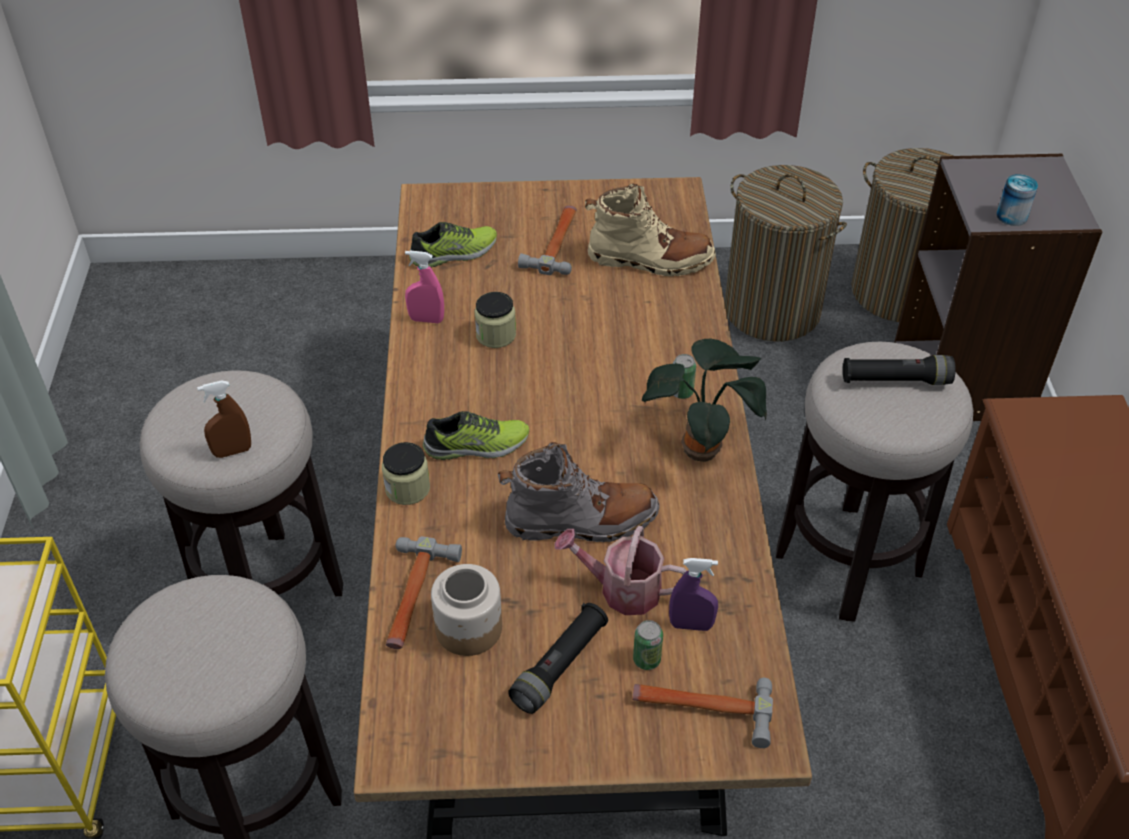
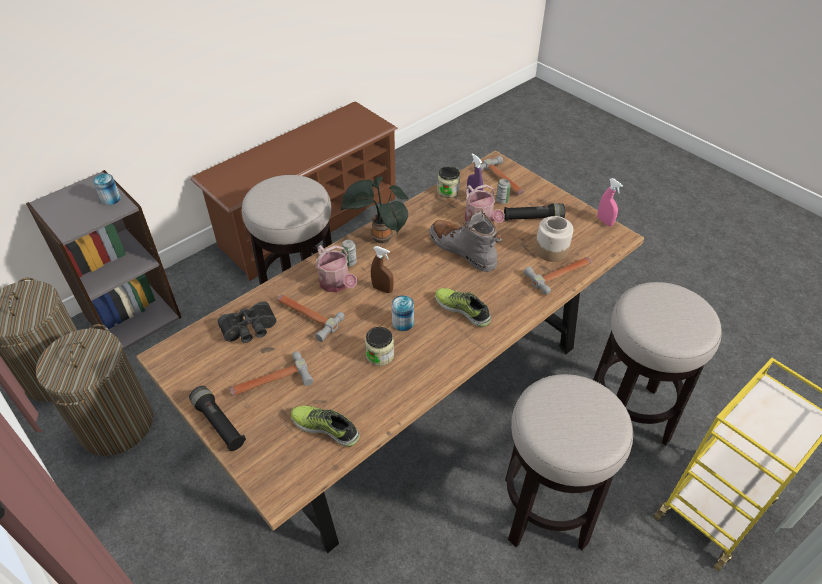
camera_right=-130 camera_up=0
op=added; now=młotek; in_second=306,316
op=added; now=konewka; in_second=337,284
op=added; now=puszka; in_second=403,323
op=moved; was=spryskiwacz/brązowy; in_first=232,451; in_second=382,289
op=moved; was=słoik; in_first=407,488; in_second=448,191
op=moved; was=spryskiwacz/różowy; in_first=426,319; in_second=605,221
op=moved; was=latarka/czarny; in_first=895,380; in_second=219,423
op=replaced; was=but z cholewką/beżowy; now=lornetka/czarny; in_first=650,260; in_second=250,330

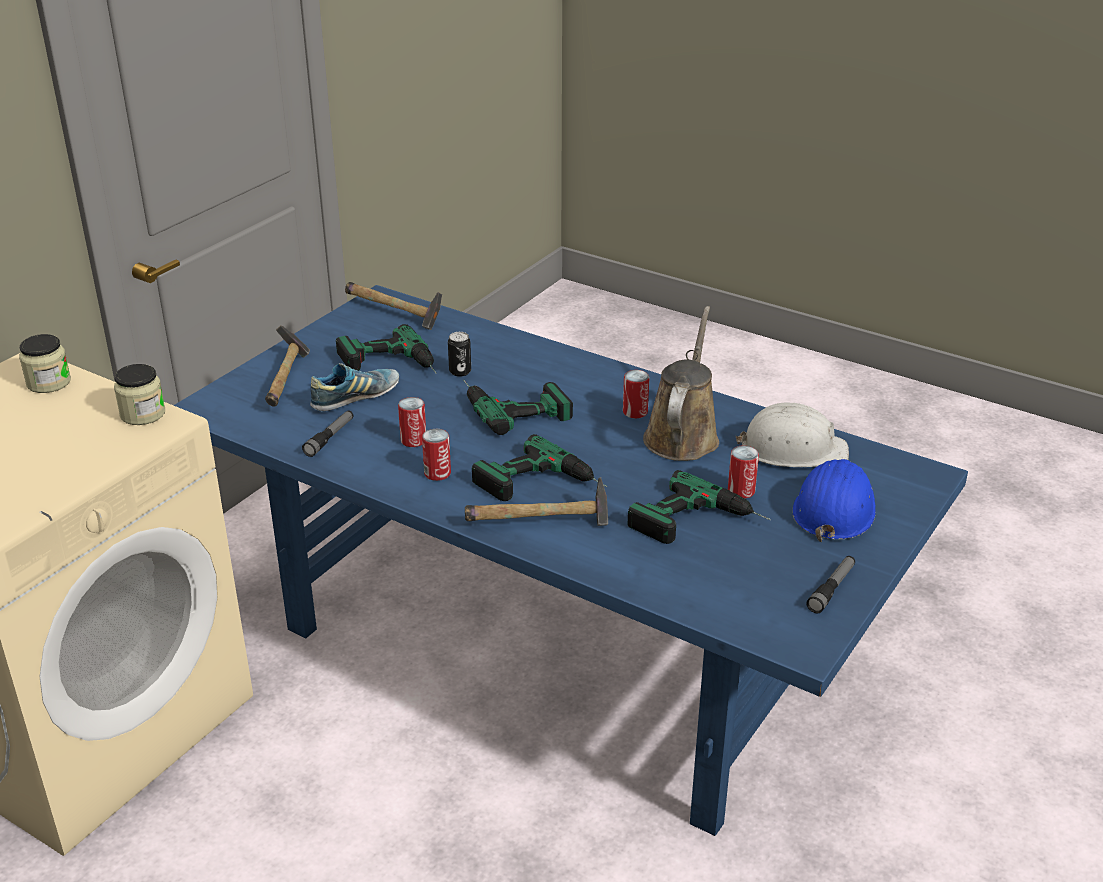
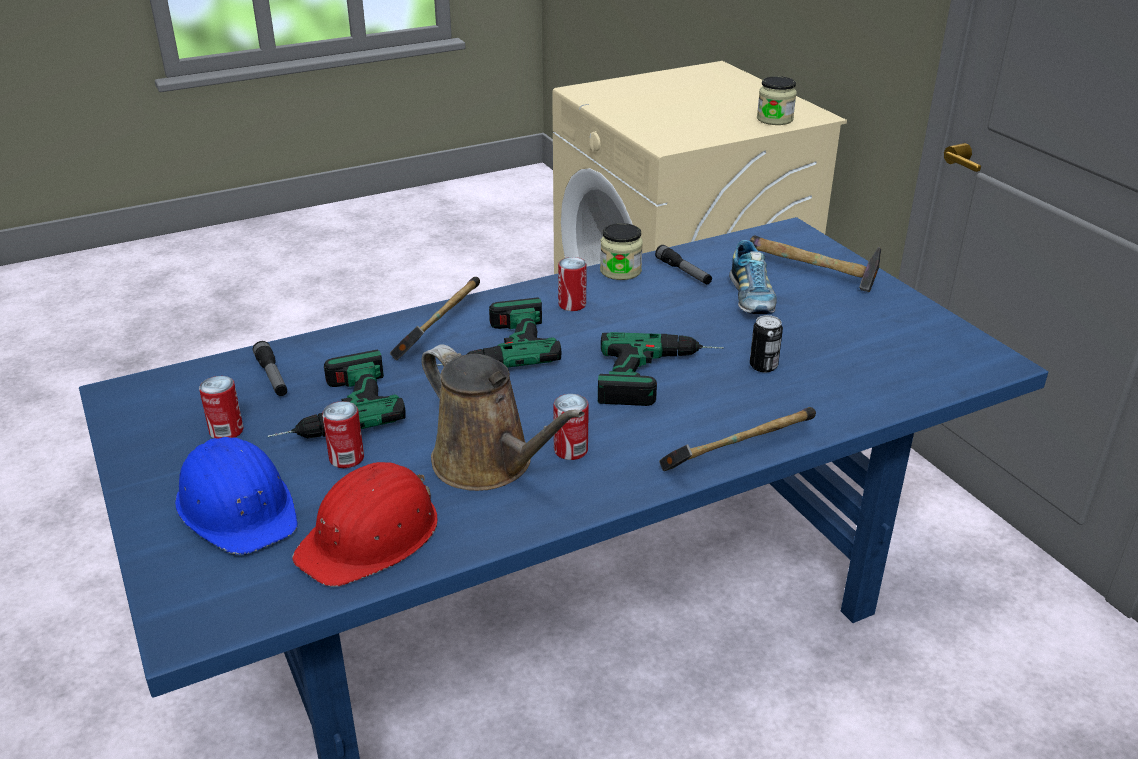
camera_right=120 camera_up=0
op=removed; was=wiertarka; in_first=391,366
op=moved; was=słoik; in_first=143,414; in_second=620,271
op=moved; was=młotek; in_first=394,314; in_second=735,454
op=moved; was=puszka; in_first=413,440; in_second=226,431
op=moved; was=latarka; in_first=831,589; in_second=272,376
op=recoloured; was=kask/biały; now=kask/czerwony; in_first=792,449; in_second=371,536

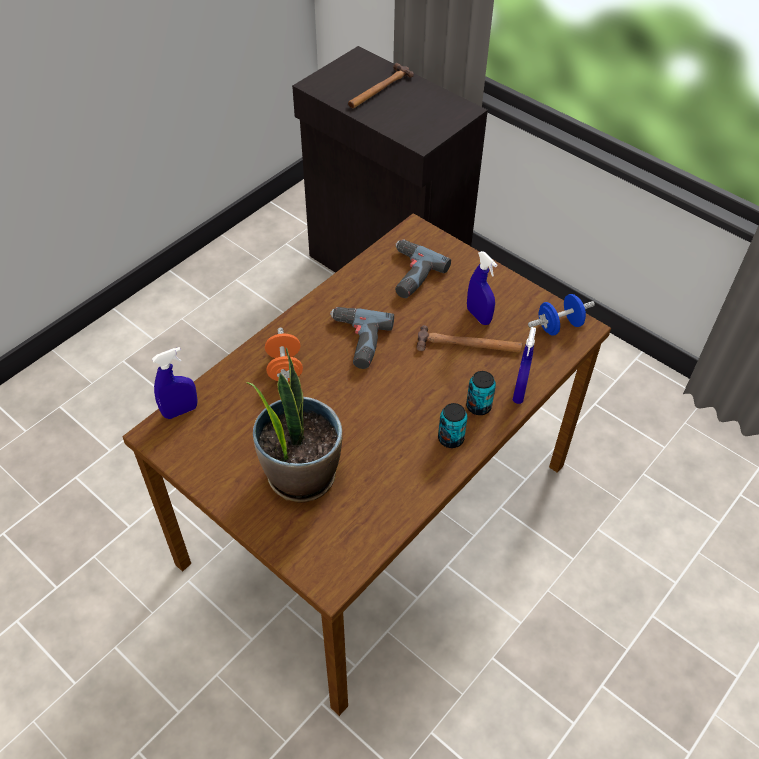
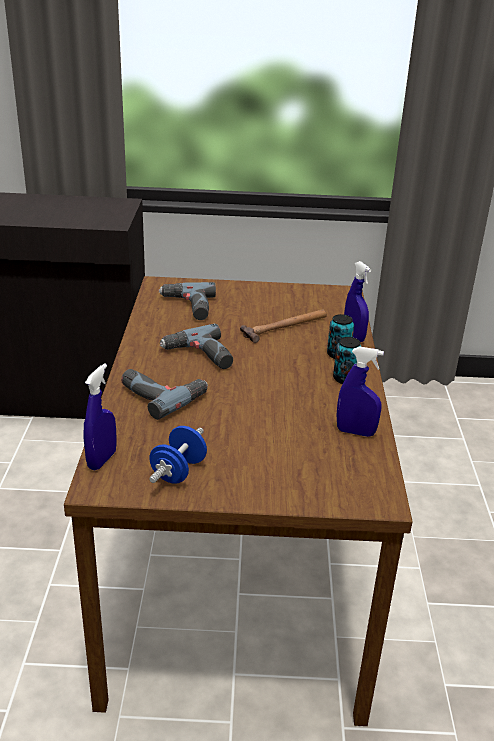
camera_right=-40 camera_up=-20
op=removed; was=roślina doniczkowa; in_first=301,474
op=removed; was=młotek; in_first=379,89
op=moved; was=spryskiwacz/niebieski; in_first=478,316; in_second=355,432
op=moved; was=hantel/niebieski; in_first=559,326; in_second=178,471
op=replaced; was=hantel/pomarańczowy; now=wiertarka; in_first=285,369; in_second=162,394

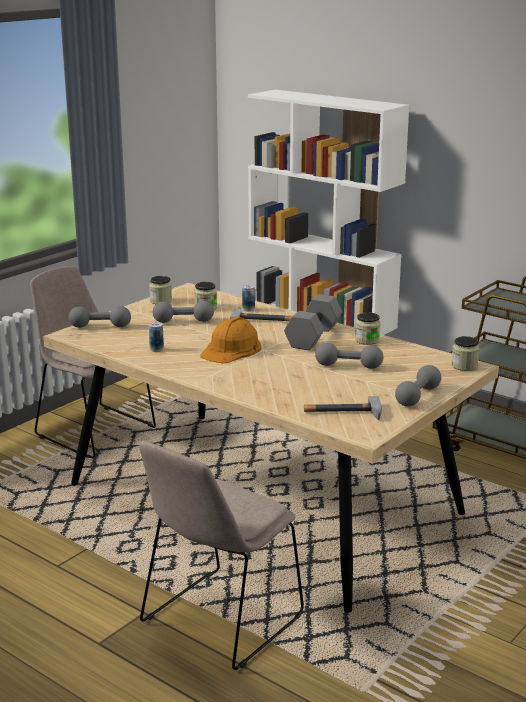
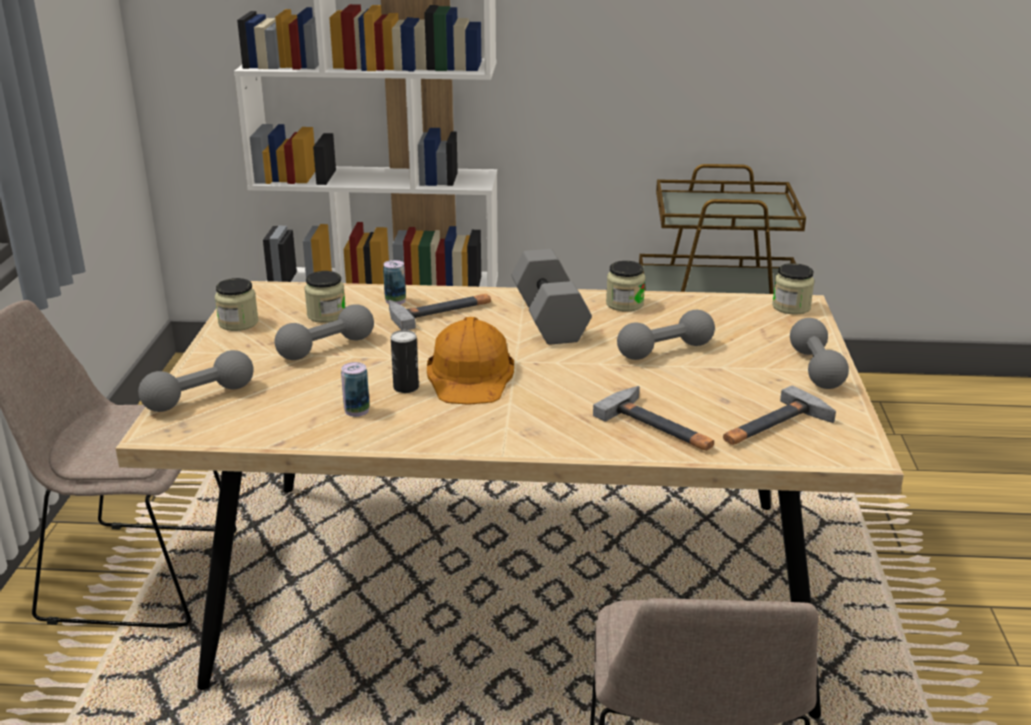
camera_right=-35 camera_up=5
op=added; now=puszka; in_second=406,387
op=added; now=młotek; in_second=660,426

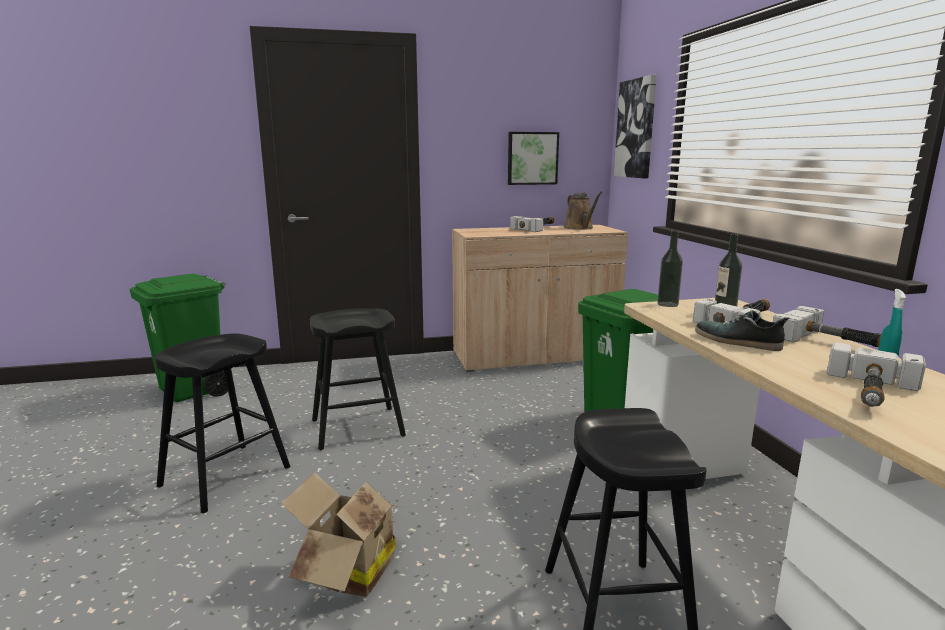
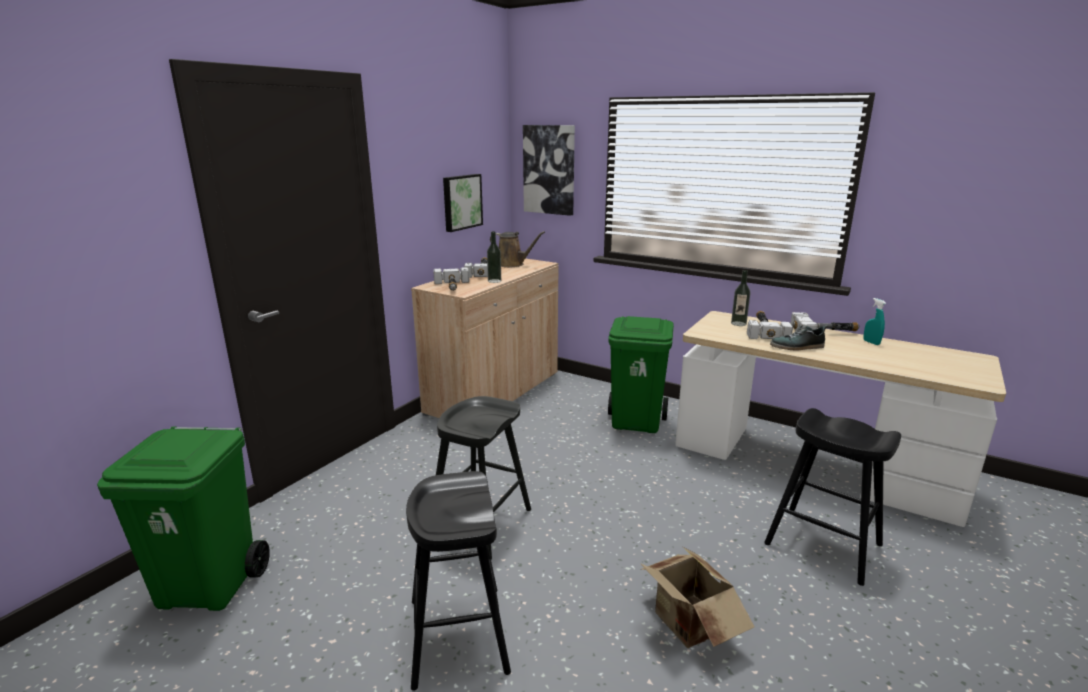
camera_right=-45 camera_up=5
op=moved; was=butelka; in_first=667,304; in_second=494,281
op=moved; was=młotek; in_first=870,392; in_second=452,286

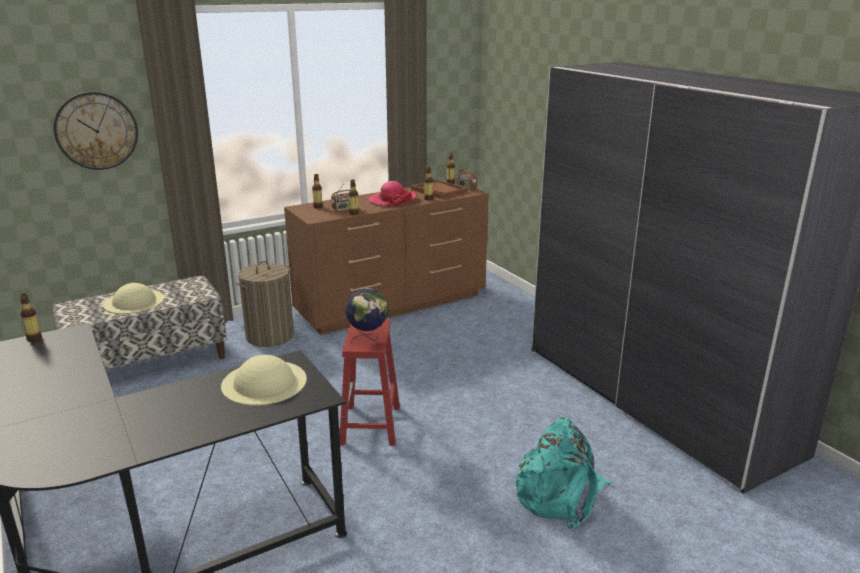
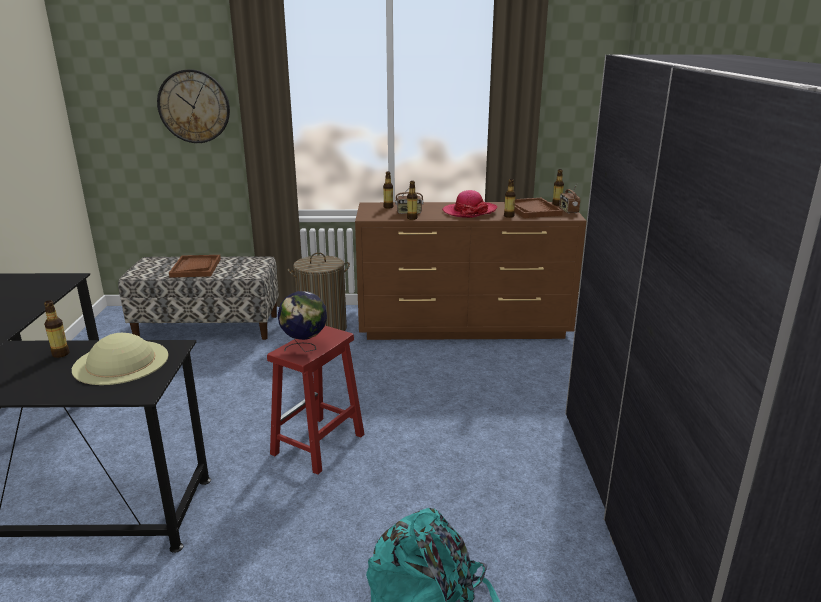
camera_right=30 camera_up=0
op=moved; was=butelka; in_first=34,339; in_second=61,354
op=replaced; was=kapelusz/beżowy; now=taca/brązowy; in_first=134,301; in_second=195,268

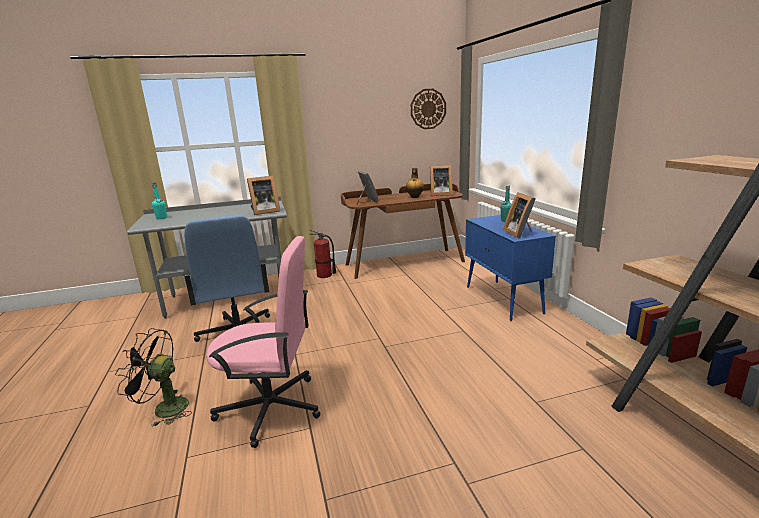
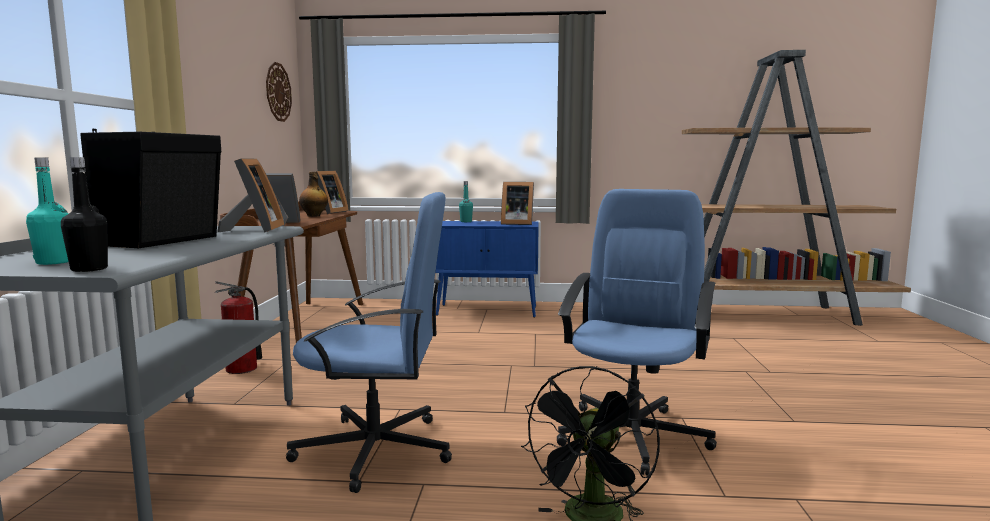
camera_right=-70 camera_up=-10
op=added; now=butelka/czarny; in_second=89,269
op=added; now=głośnik/czarny; in_second=164,240
op=recoloured; was=krzesło biurowe/różowy; now=krzesło biurowe/niebieski; in_first=272,408; in_second=633,435

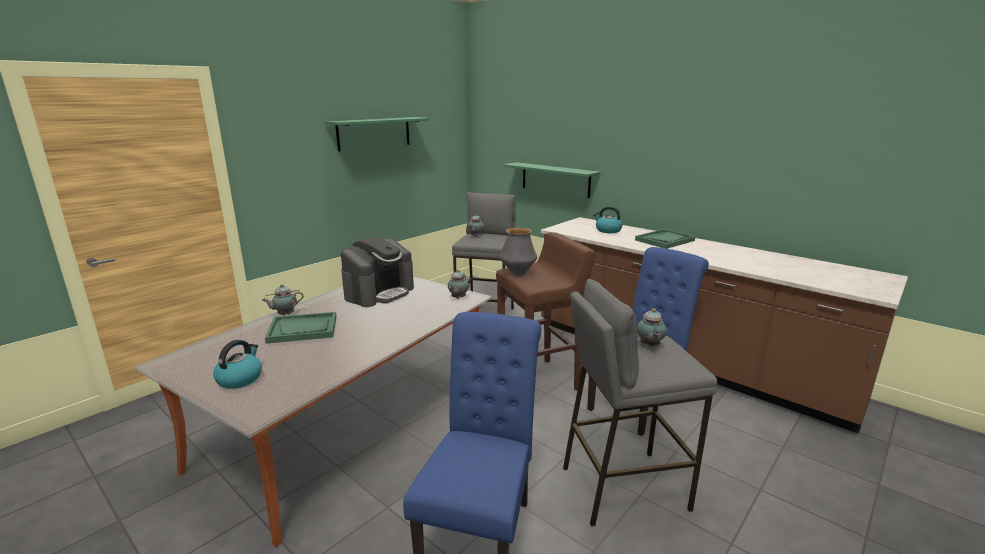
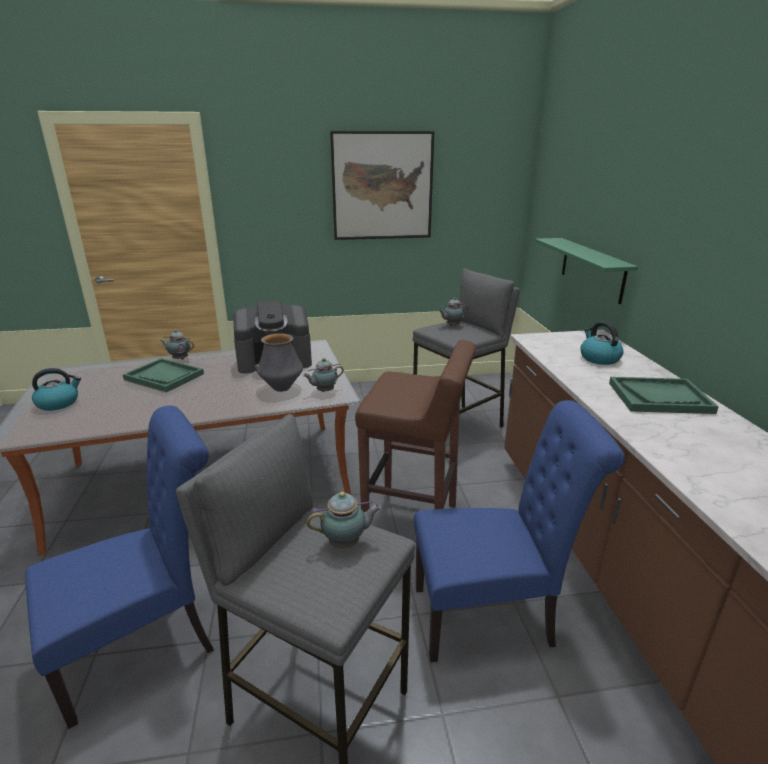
camera_right=40 camera_up=5
op=moved; was=wazon; in_first=518,273; in_second=281,388
op=replaced; was=półka/zielony; now=obraz; in_first=374,133; in_second=382,186
op=turned; was=imbryk; in_first=649,346; in_second=346,543; clockwise=-150

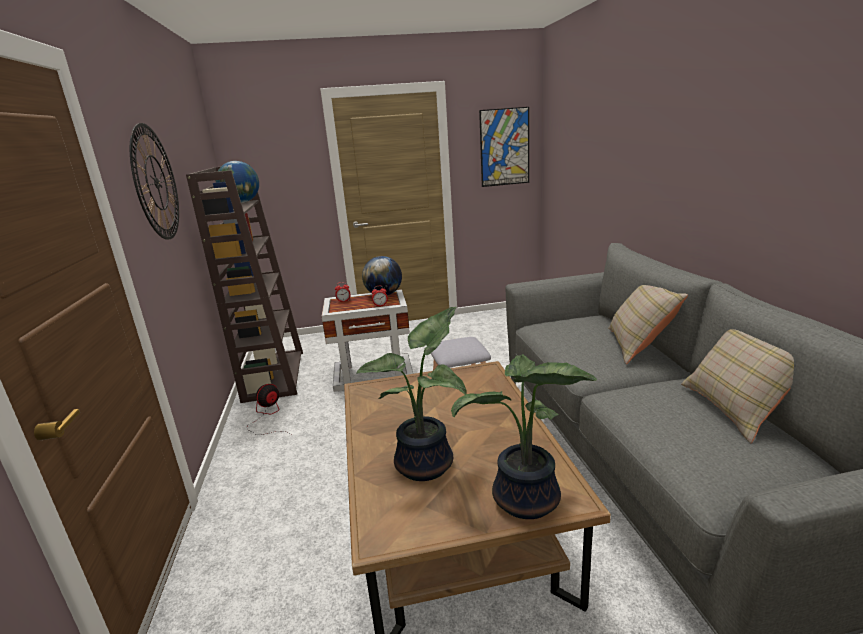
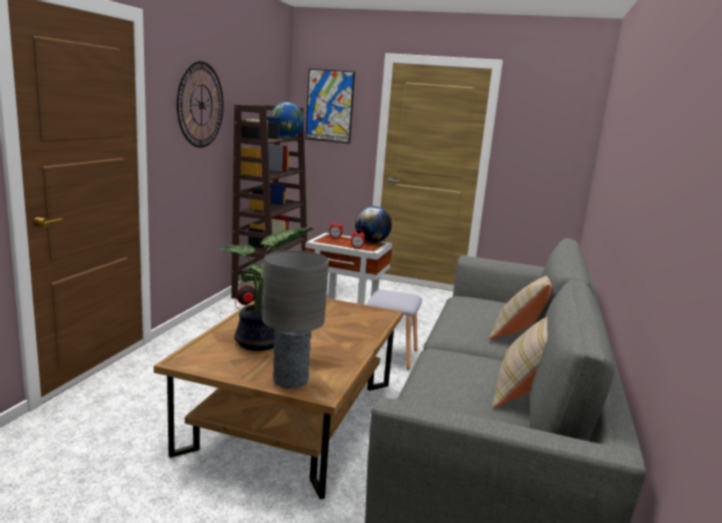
camera_right=25 camera_up=-5
op=moved; was=obraz; in_first=504,147; in_second=329,106
op=replaced; was=roślina doniczkowa; now=lampa stołowa/szary; in_first=525,502; in_second=290,381

